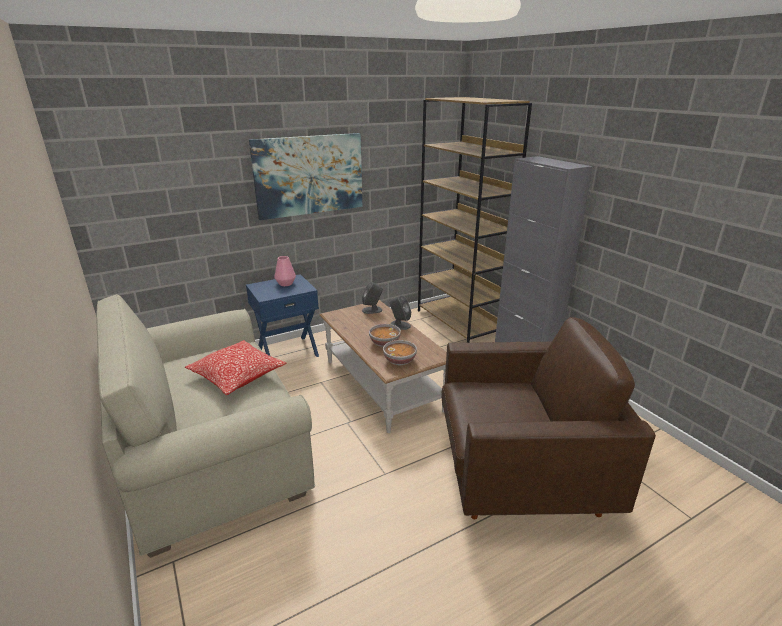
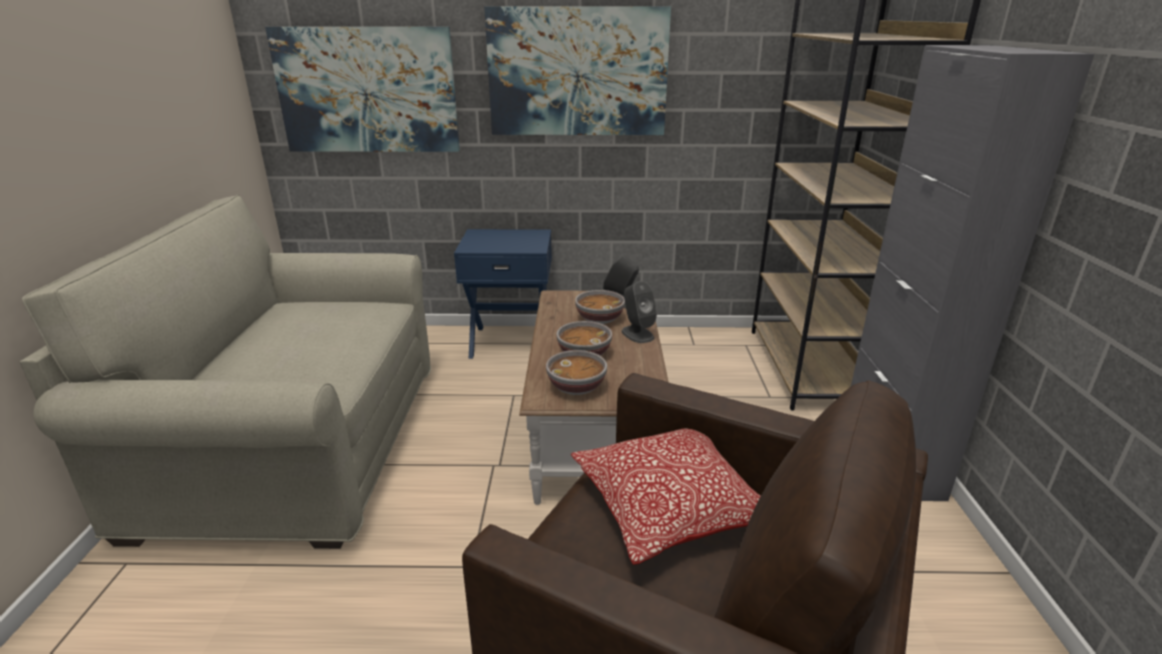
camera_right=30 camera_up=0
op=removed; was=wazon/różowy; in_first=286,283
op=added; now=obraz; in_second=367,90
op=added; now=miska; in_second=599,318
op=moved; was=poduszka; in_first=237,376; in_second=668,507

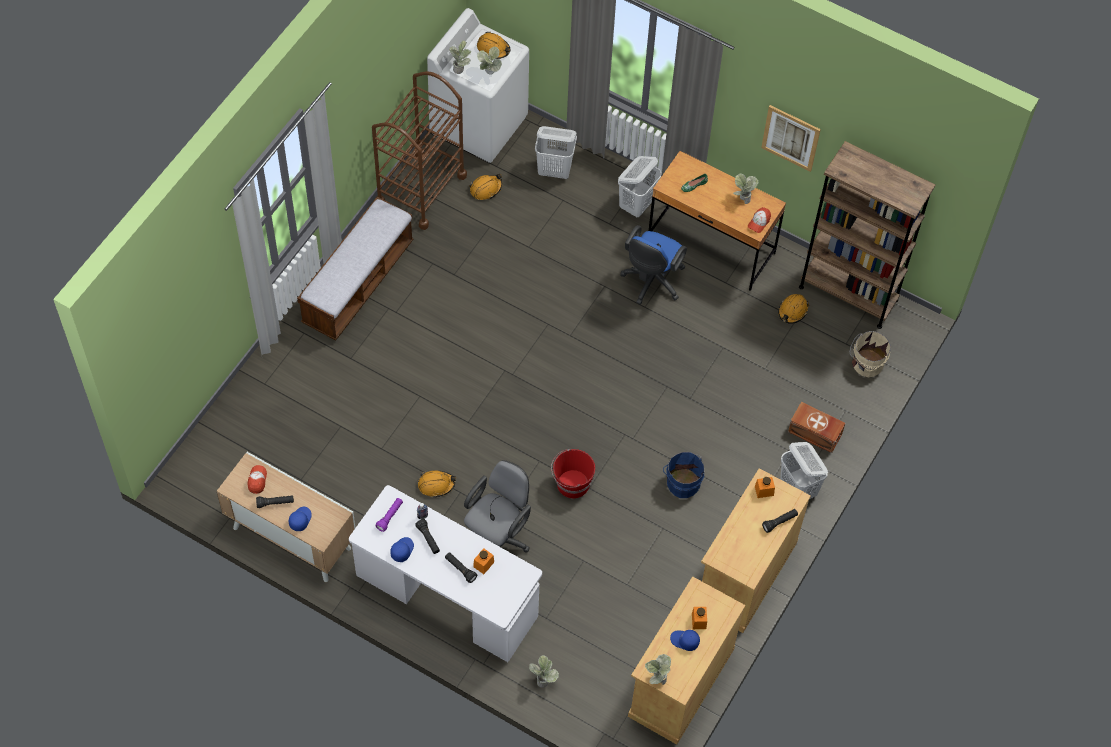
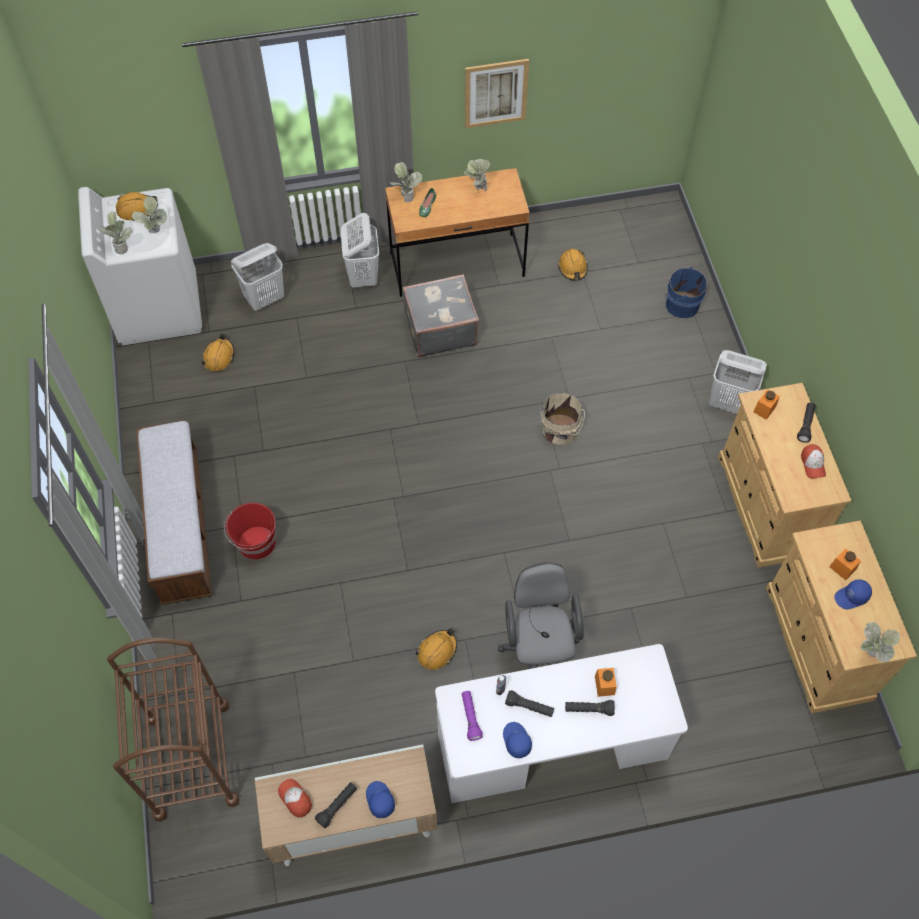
camera_right=-40 camera_up=0
op=removed; was=pojemnik do przechowywania/brązowy; in_first=815,434
op=removed; was=regał/brązowy; in_first=848,293
op=moved; was=wózek/brązowy; in_first=421,189; in_second=192,759
op=moved; was=roślina doniczkowa; in_first=543,679; in_second=406,195
op=moved; was=wiadro/czerwony; in_first=572,484; in_second=256,543
op=moved; was=wiadro/niebieski; in_first=682,482; in_second=680,304
op=moved; was=czapka z daszkiem; in_first=759,222; in_second=812,464
op=moved; was=wiadro/beżowy; in_first=866,364; in_second=559,431
op=replaced; was=krzesło biurowe/niebieski; now=walizka/szary; in_first=651,282; in_second=439,329

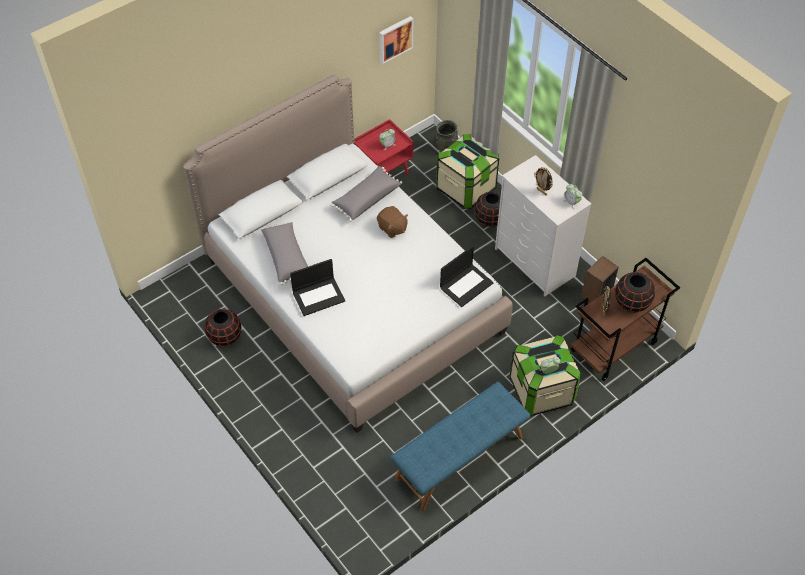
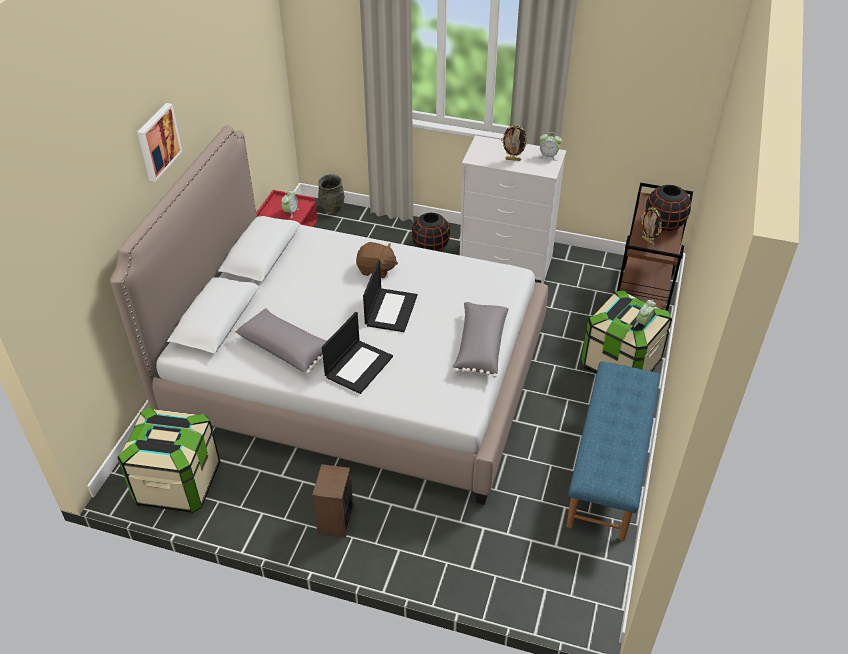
camera_right=-35 camera_up=-10
op=removed; was=wazon/czarny; in_first=225,336
op=moved; was=poduszka/szary; in_first=366,199; in_second=479,346
op=moved; was=obraz; in_first=395,39; in_second=157,141
op=moved; was=pojemnik do przechowywania; in_first=466,188; in_second=178,483
op=moved; was=laptop; in_first=466,285; in_second=390,310
op=moved; was=głośnik; in_first=596,295; in_second=335,520

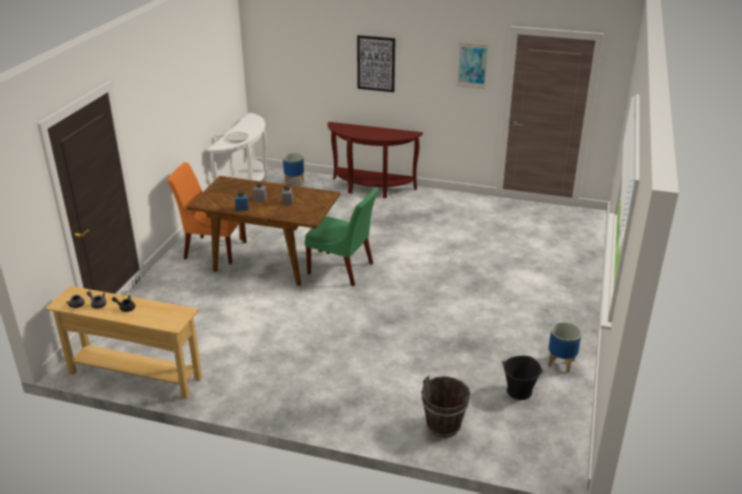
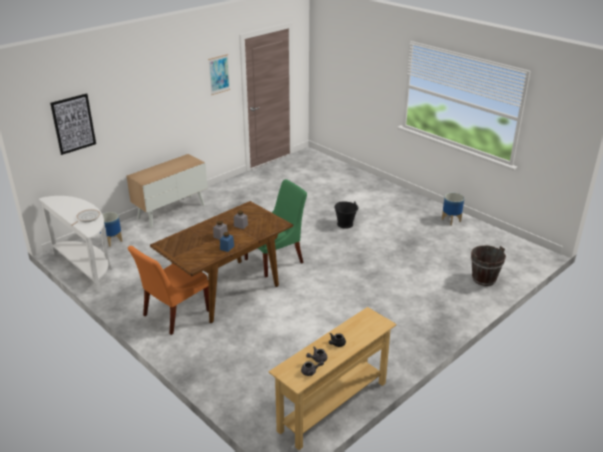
camera_right=-60 camera_up=0
op=moved; was=obraz; in_first=376,63; in_second=73,124
op=moved; was=wiadro/czarny; in_first=519,391; in_second=345,224
op=replaced; was=stolik konsolowy/brązowy; now=szafka; in_first=371,188; in_second=171,211

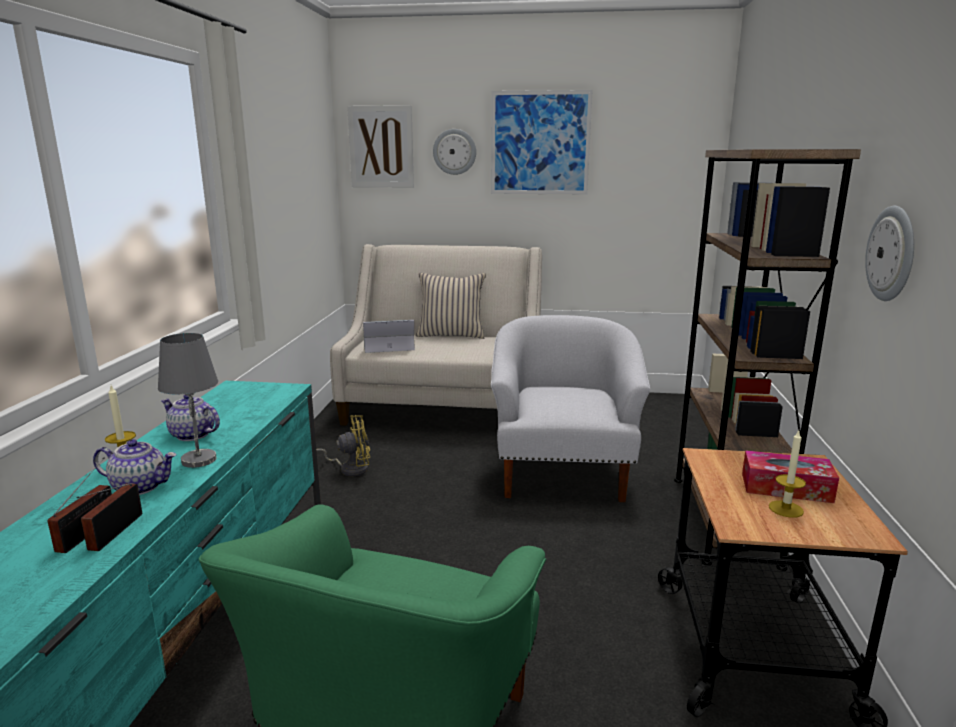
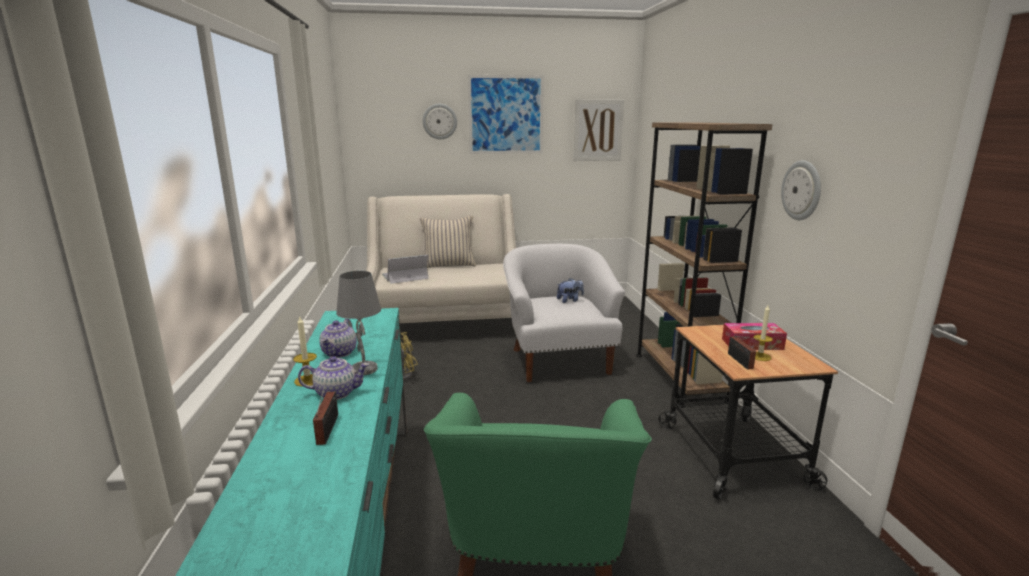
camera_right=-15 camera_up=0
op=added; now=pluszak; in_second=570,300
op=moved; was=radio; in_first=112,533; in_second=741,362
op=moved; was=obraz; in_first=381,147; in_second=598,130
op=turned; was=imbryk; in_first=192,435; in_second=340,353; clockwise=-90

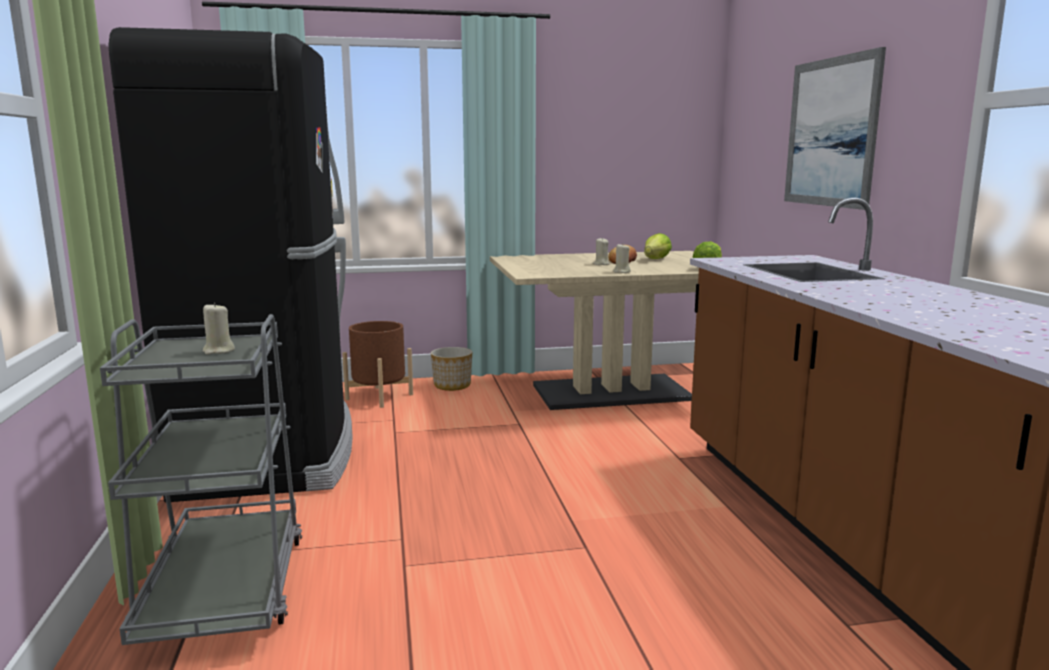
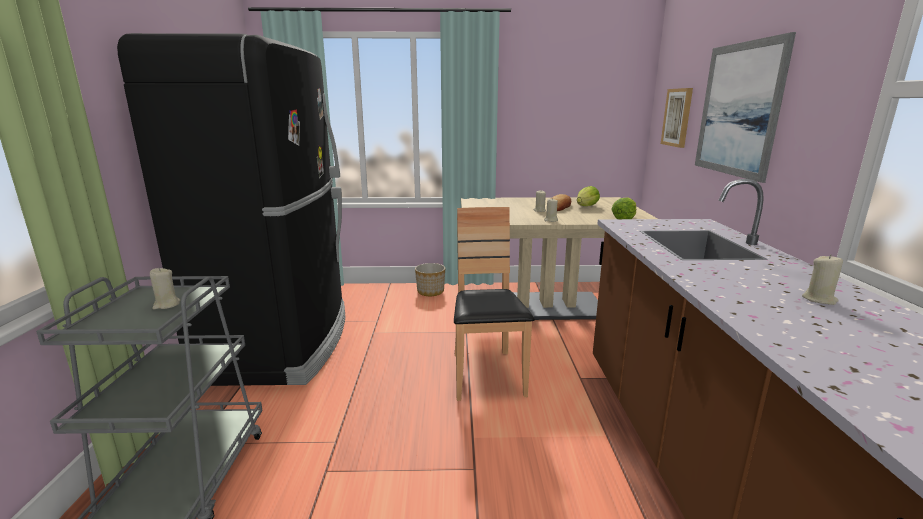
camera_right=10 camera_up=5
op=removed; was=donica/brązowy; in_first=379,397
op=added; now=krzesło/brązowy; in_second=486,375
op=added; now=obraz; in_second=677,117
op=added; now=świeca/beżowy; in_second=819,299

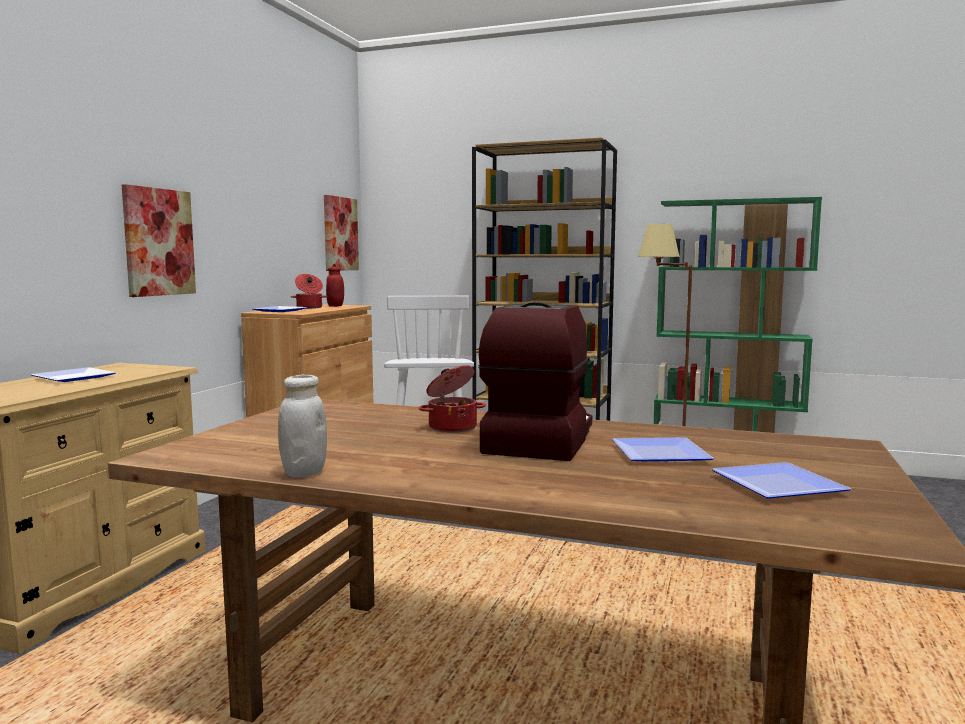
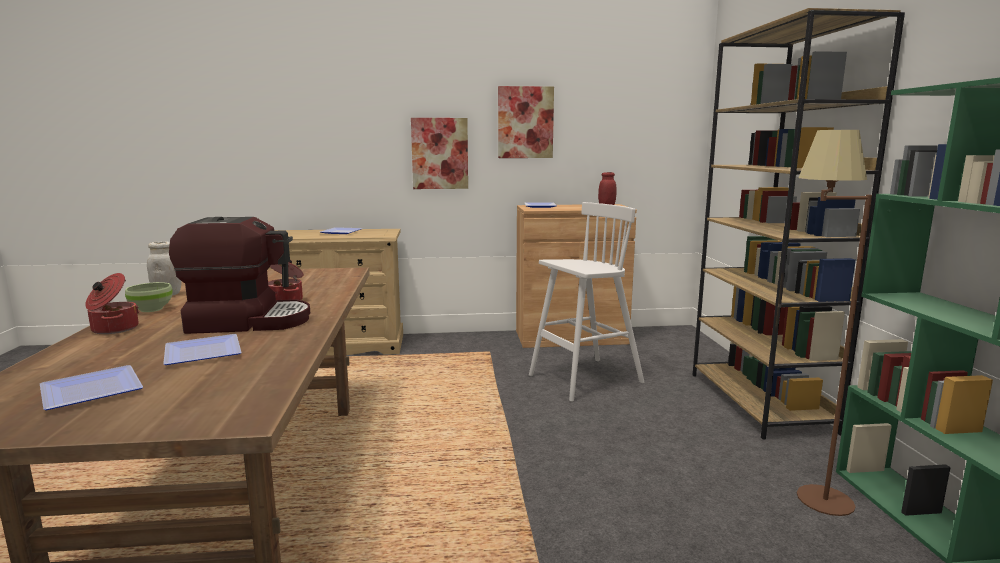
camera_right=65 camera_up=5
op=added; now=miska/zielony; in_second=151,309
op=moved; was=garnek; in_first=309,308; in_second=113,329
op=moved; was=obraz; in_first=340,234; in_second=525,122

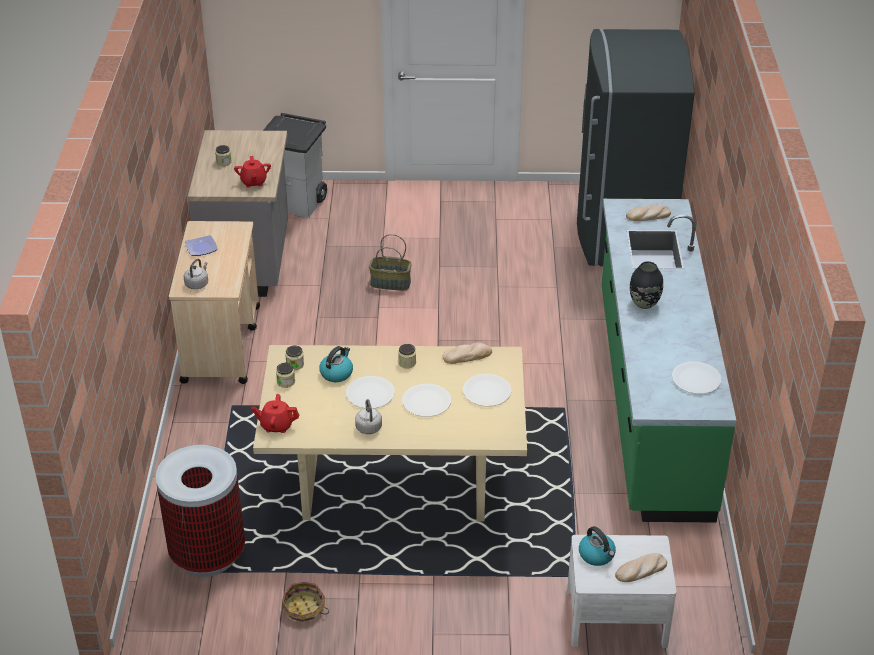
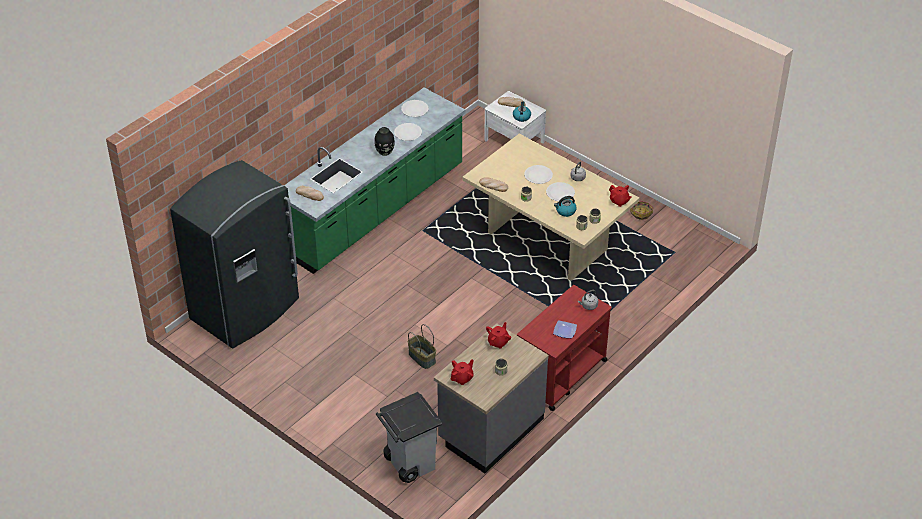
camera_right=-140 camera_up=5
op=removed; was=kosz na śmieci; in_first=207,554
op=added; now=imbryk/czerwony; in_second=462,378
op=moved; was=talerz/biały; in_first=487,391; in_second=408,133
op=recoloured; was=wózek/beżowy; now=wózek/czerwony; in_first=222,343; in_second=561,375

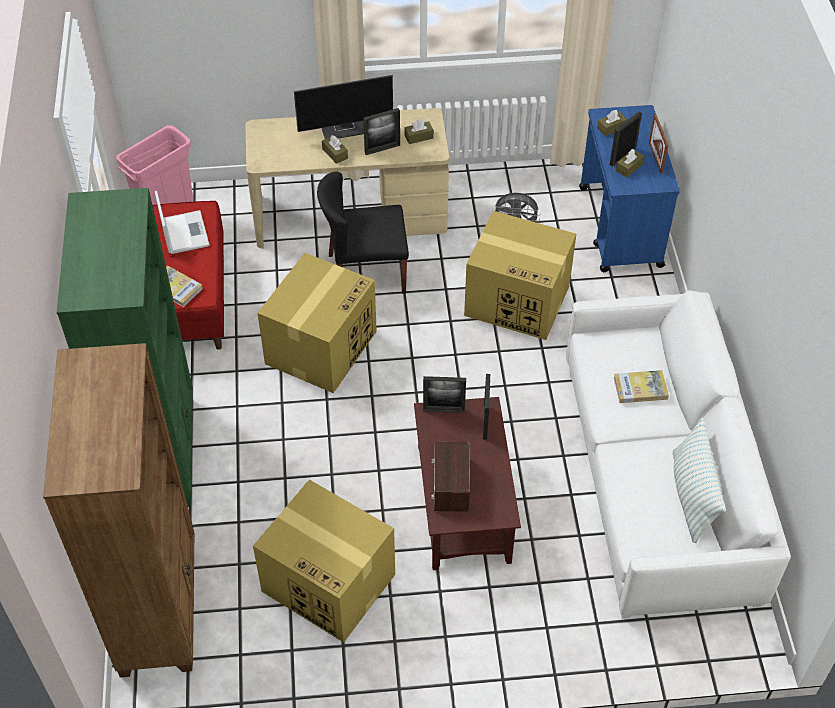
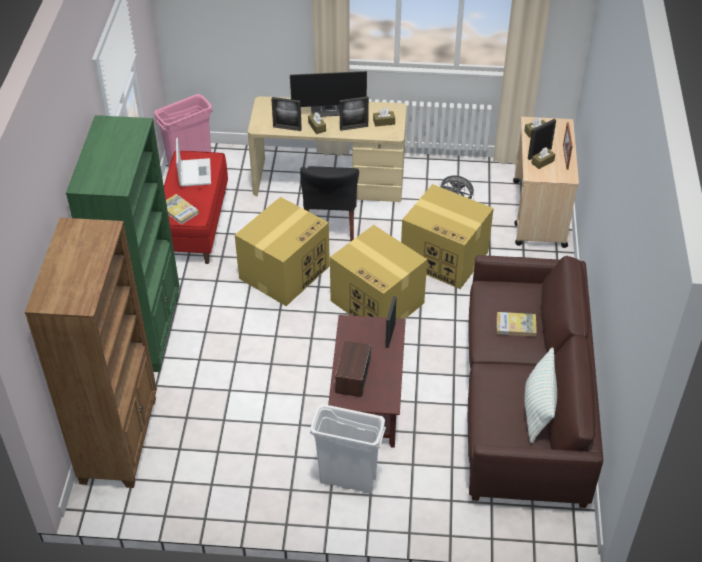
camera_right=10 camera_up=-5
op=added; now=kosz na śmieci/biały; in_second=348,480
op=moved; was=karton; in_first=330,583; in_second=378,302
op=moved; was=ramka na zdjęcie; in_first=443,410; in_second=287,128
op=recoloured; was=kanapa/biały; now=kanapa/brązowy; in_first=657,483; in_second=523,405
op=recoloured; was=wózek/niebieski; now=wózek/beżowy; in_first=620,227; in_second=539,214
op=turned; was=krzesło/czarny; in_first=366,274; in_second=331,224; clockwise=-90

